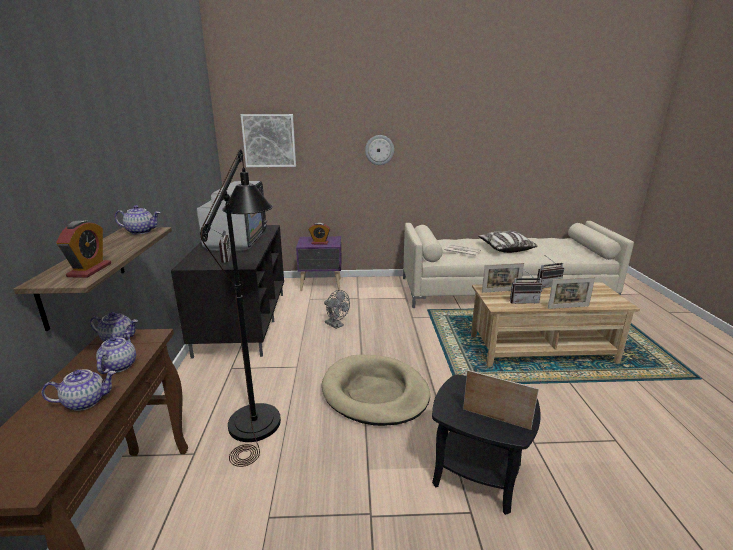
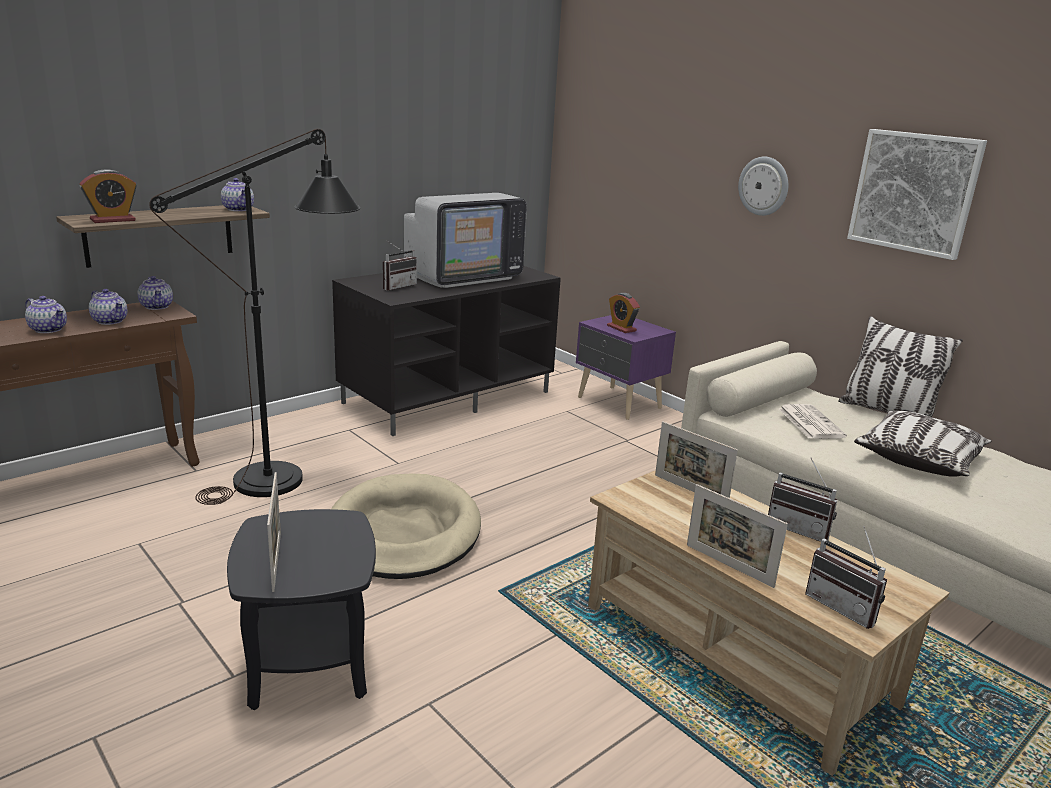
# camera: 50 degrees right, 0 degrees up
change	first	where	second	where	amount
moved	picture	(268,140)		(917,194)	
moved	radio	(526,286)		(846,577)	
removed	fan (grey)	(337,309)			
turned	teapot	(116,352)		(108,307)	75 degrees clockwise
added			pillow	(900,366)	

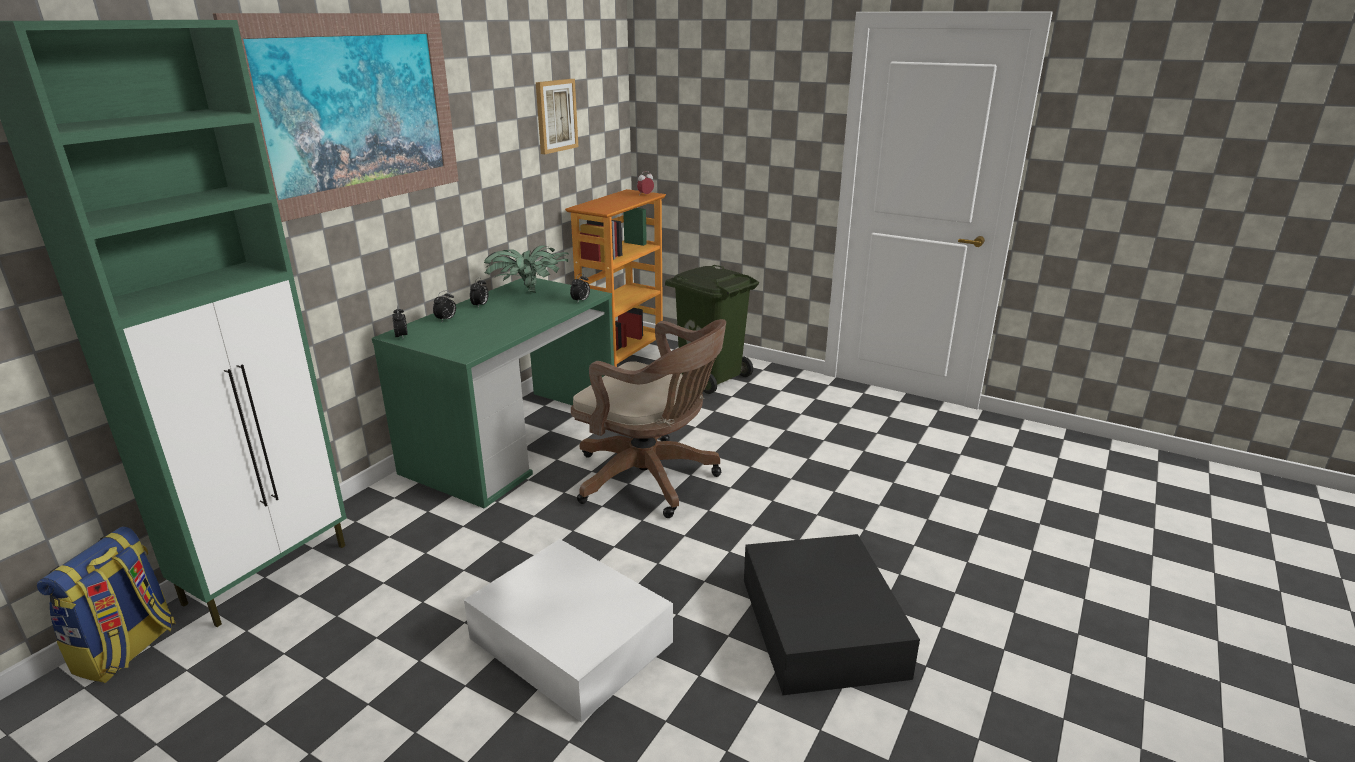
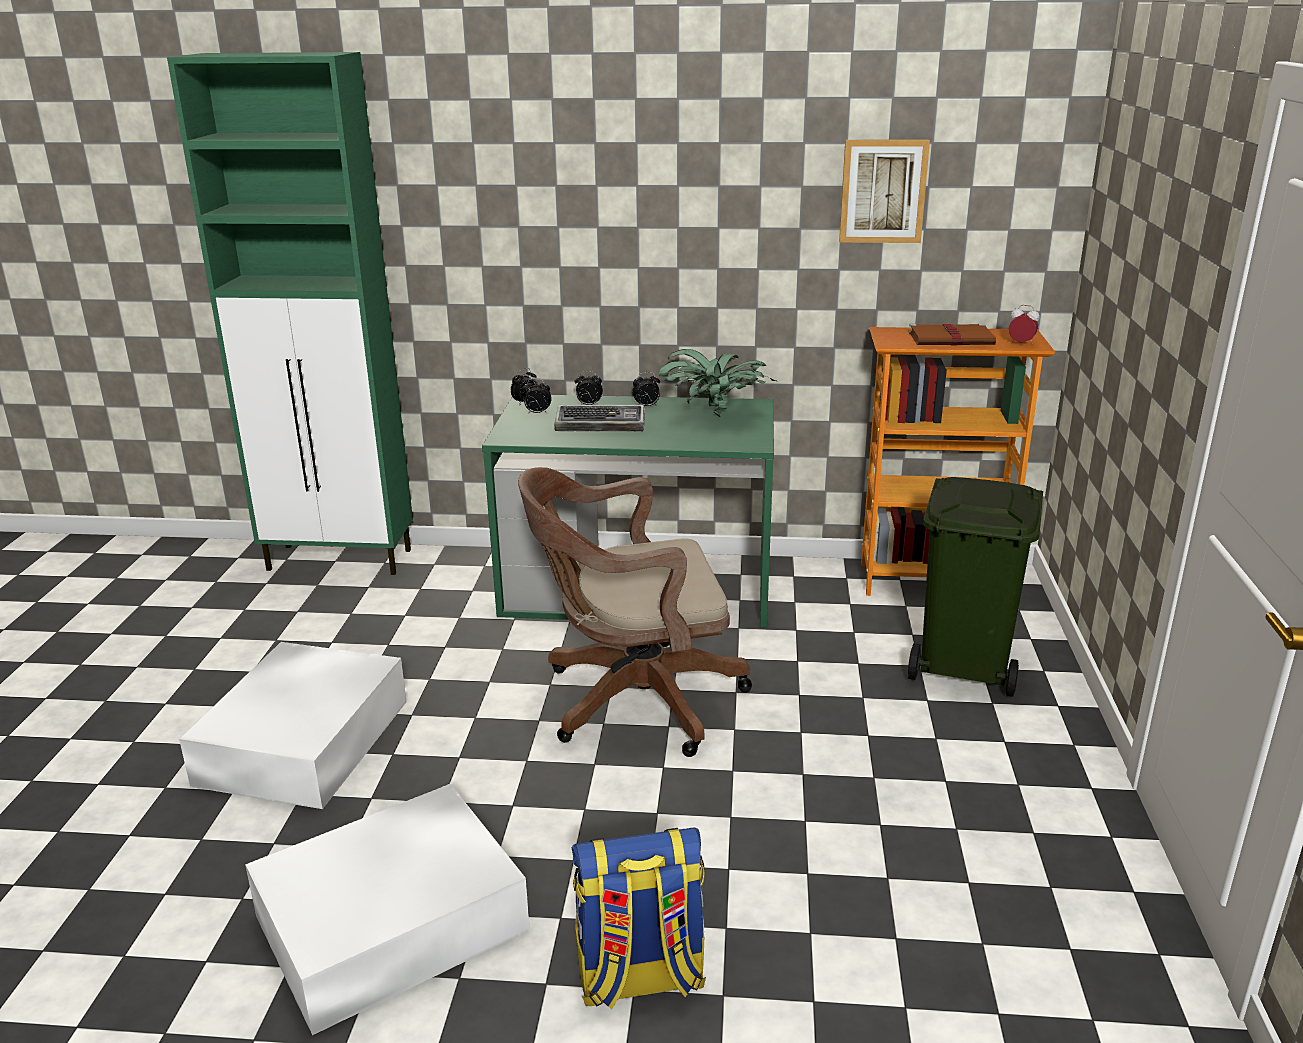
# camera: 65 degrees right, 0 degrees up
change	first	where	second	where	amount
removed	picture	(336,117)			
moved	alarm clock	(580,287)		(537,396)	
turned	office chair (brown)	(648,418)		(635,612)	75 degrees clockwise
moved	backpack	(106,604)		(639,918)	
recoloured	storage box (black)	(832,614)	storage box (white)	(387,909)	
added			book (brown)	(952,334)	
added			keyboard	(599,418)	

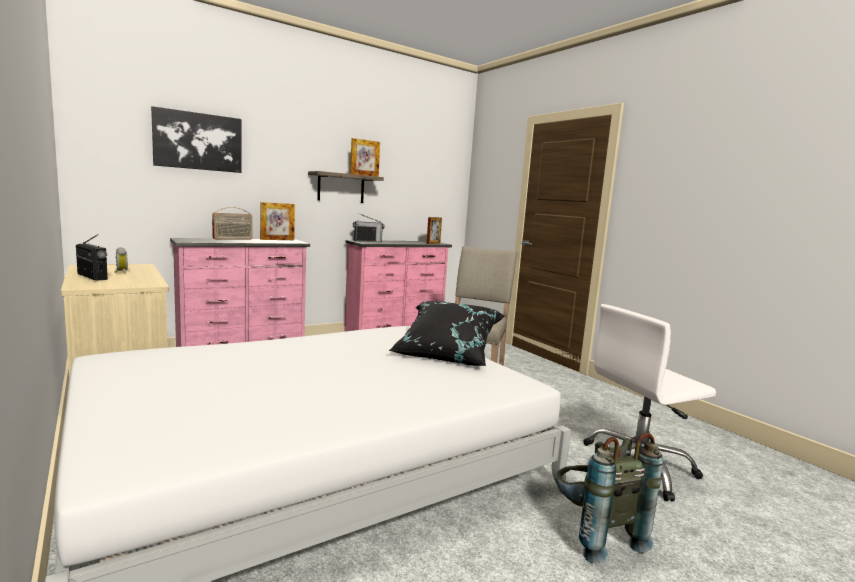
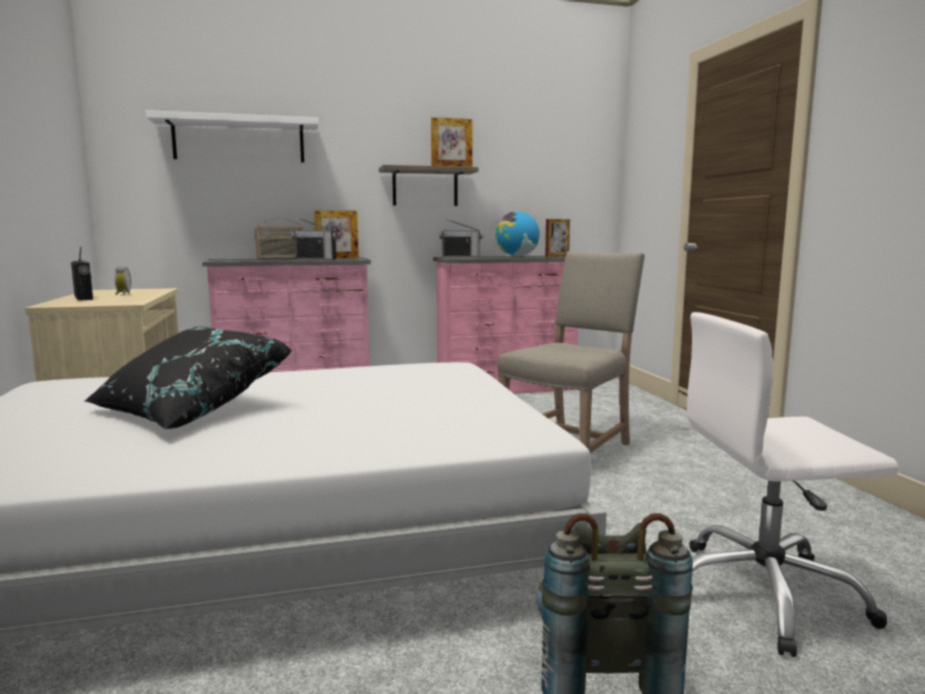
# camera: 20 degrees right, 0 degrees up
change	first	where	second	where	amount
replaced	picture	(196,139)	shelf (white)	(232,136)	
moved	pillow (black)	(447,333)		(188,378)	
added			globe	(517,234)	
added			radio	(315,239)	

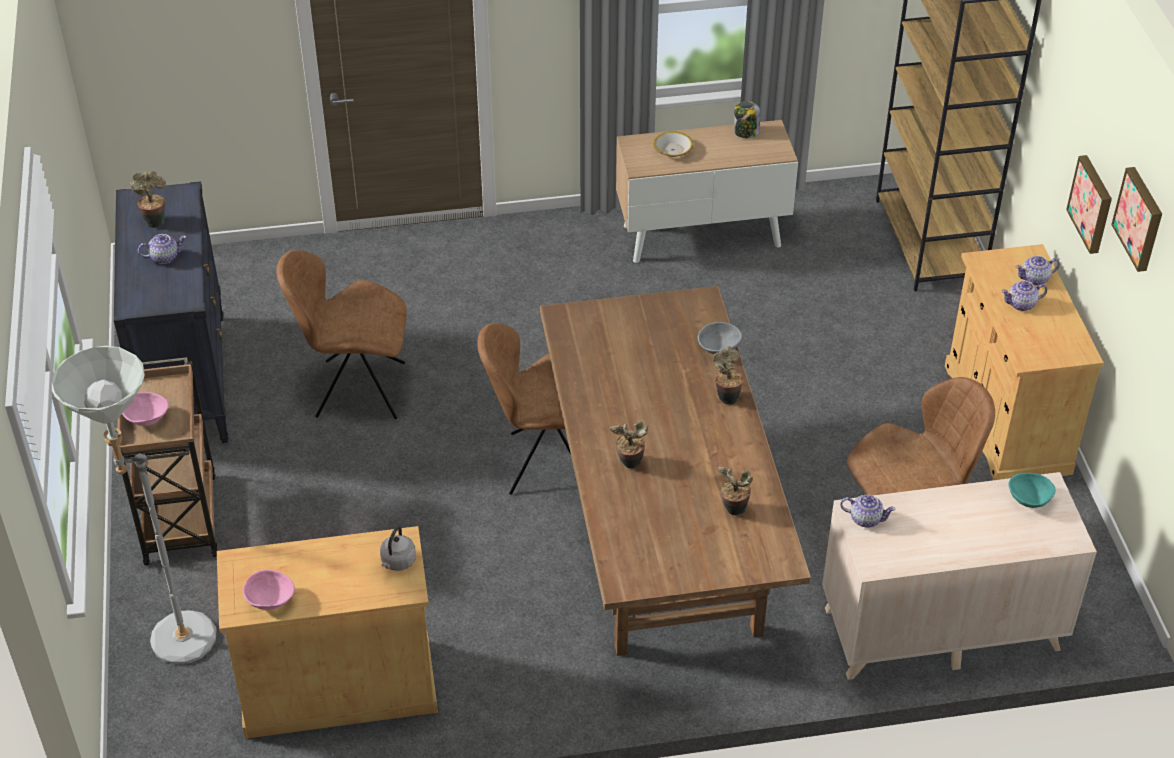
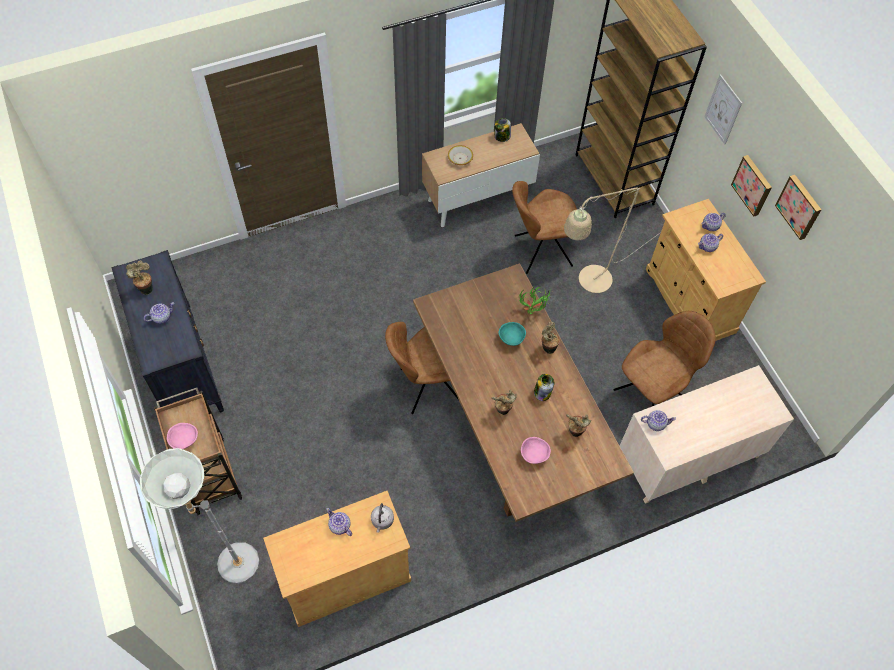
# camera: 15 degrees left, 15 degrees up
change	first	where	second	where	amount
moved	chair (brown)	(341,334)		(544,227)	
replaced	bowl (grey)	(720,338)	potted plant	(535,299)	
moved	bowl (turquoise)	(1031,490)		(512,334)	
moved	bowl (pink)	(269,590)		(536,450)	
added			picture	(723,109)	
added			floor lamp (beige)	(612,240)	
added			jar	(544,387)	
added			teapot	(339,522)	

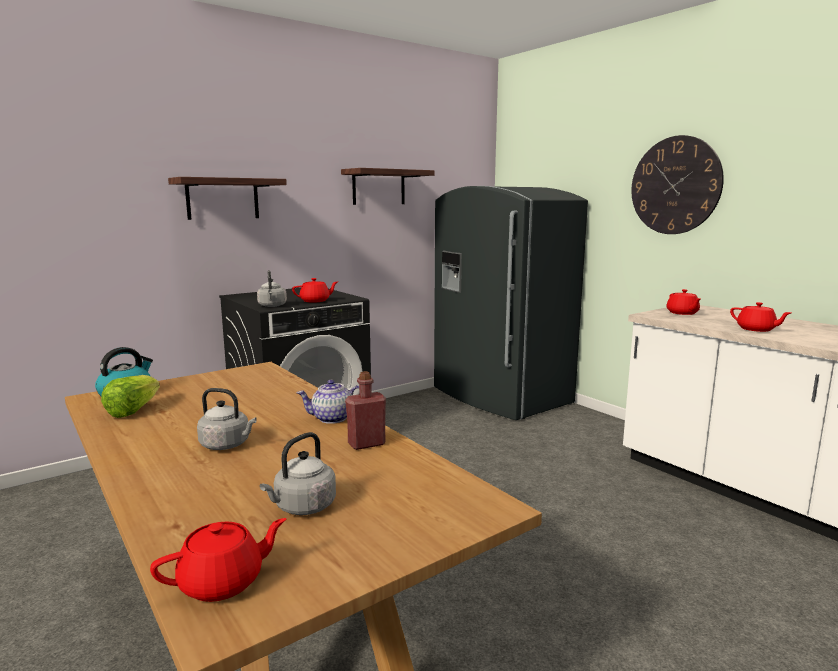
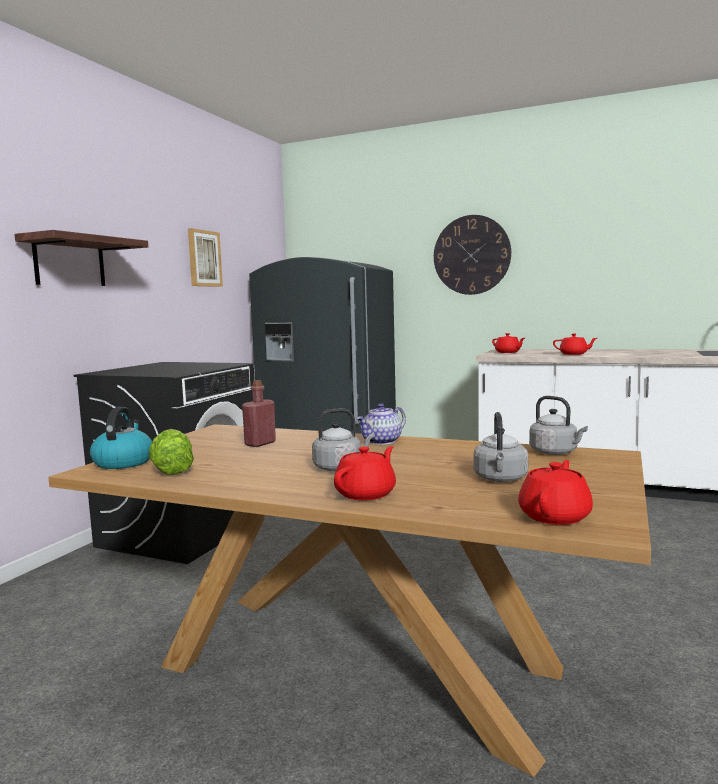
# camera: 30 degrees left, 5 degrees down
change	first	where	second	where	amount
replaced	shelf	(388,186)	picture	(205,257)	
moved	kettle (grey)	(272,288)		(558,425)	
moved	teapot (red)	(315,290)		(365,473)	
moved	bottle (red)	(365,410)		(259,413)	

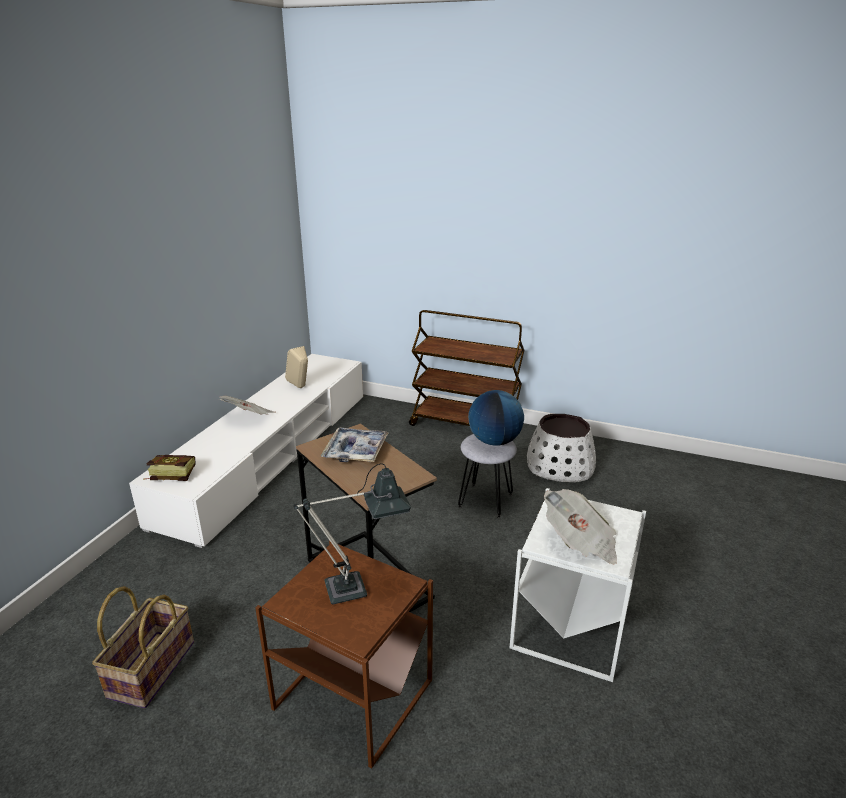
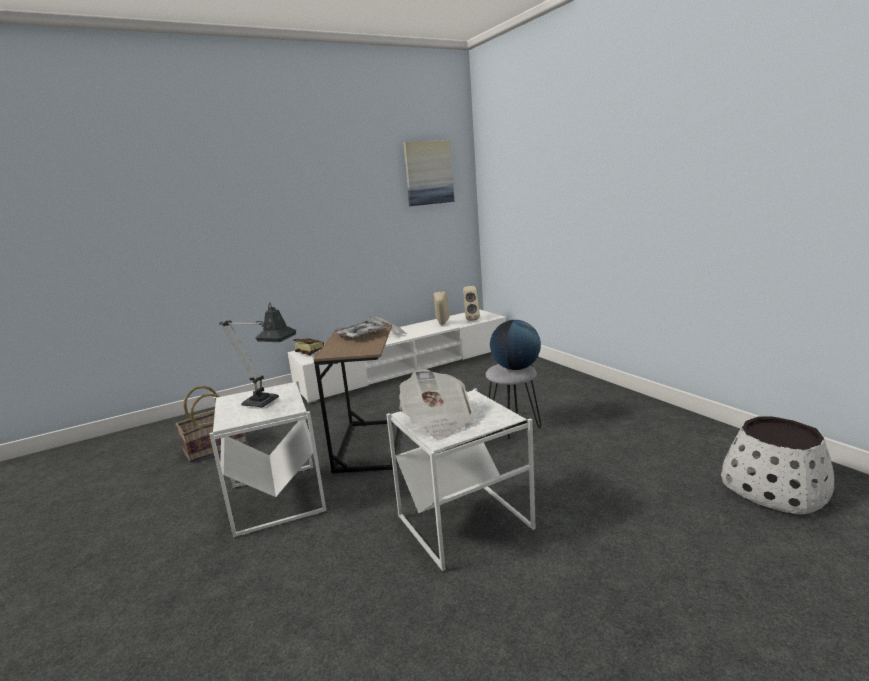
# camera: 40 degrees right, 10 degrees down
change	first	where	second	where	amount
removed	cart (brown)	(466,368)			
moved	planter (white)	(561,448)		(777,465)	
recoloured	side table (brown)	(344,654)	side table (white)	(267,459)	
added			picture	(429,173)	
added			speaker (beige)	(471,303)	

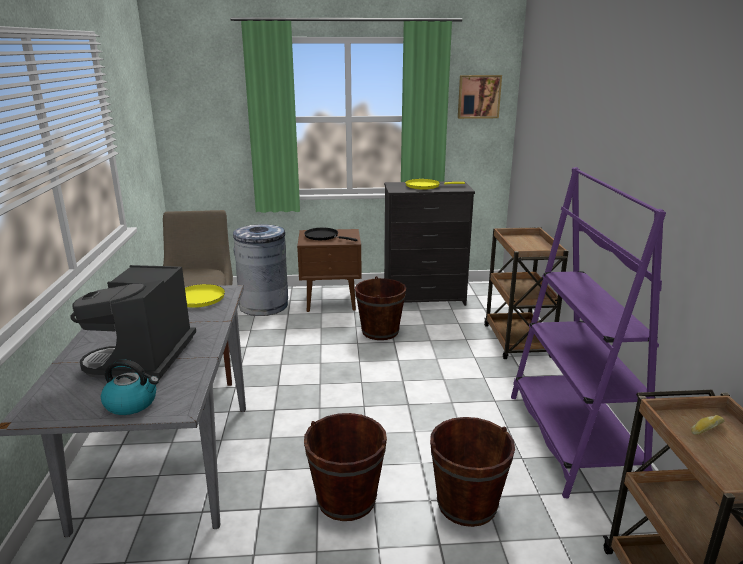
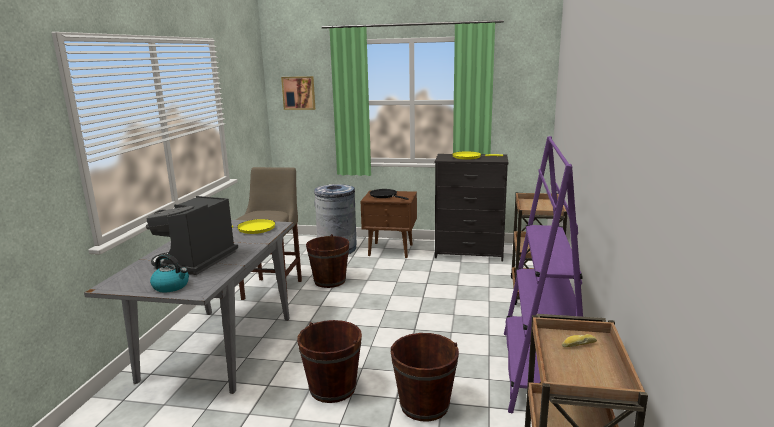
# camera: 15 degrees right, 5 degrees down
change	first	where	second	where	amount
moved	picture	(480,97)		(298,93)	
moved	bucket (brown)	(380,308)		(327,261)	

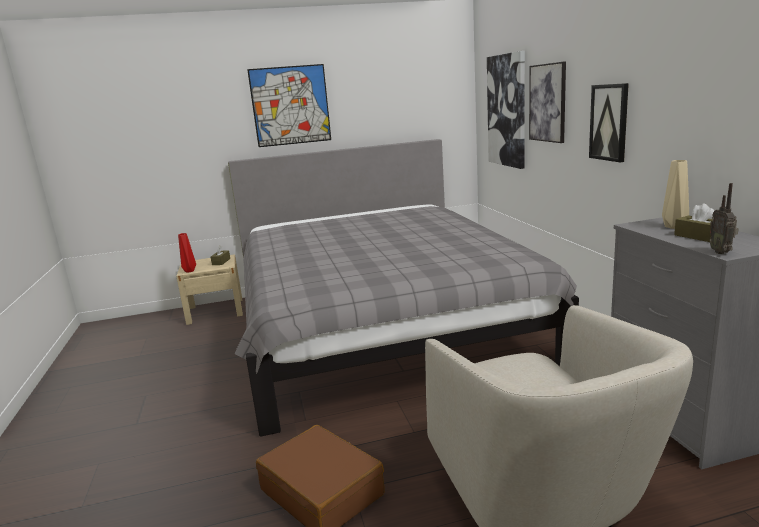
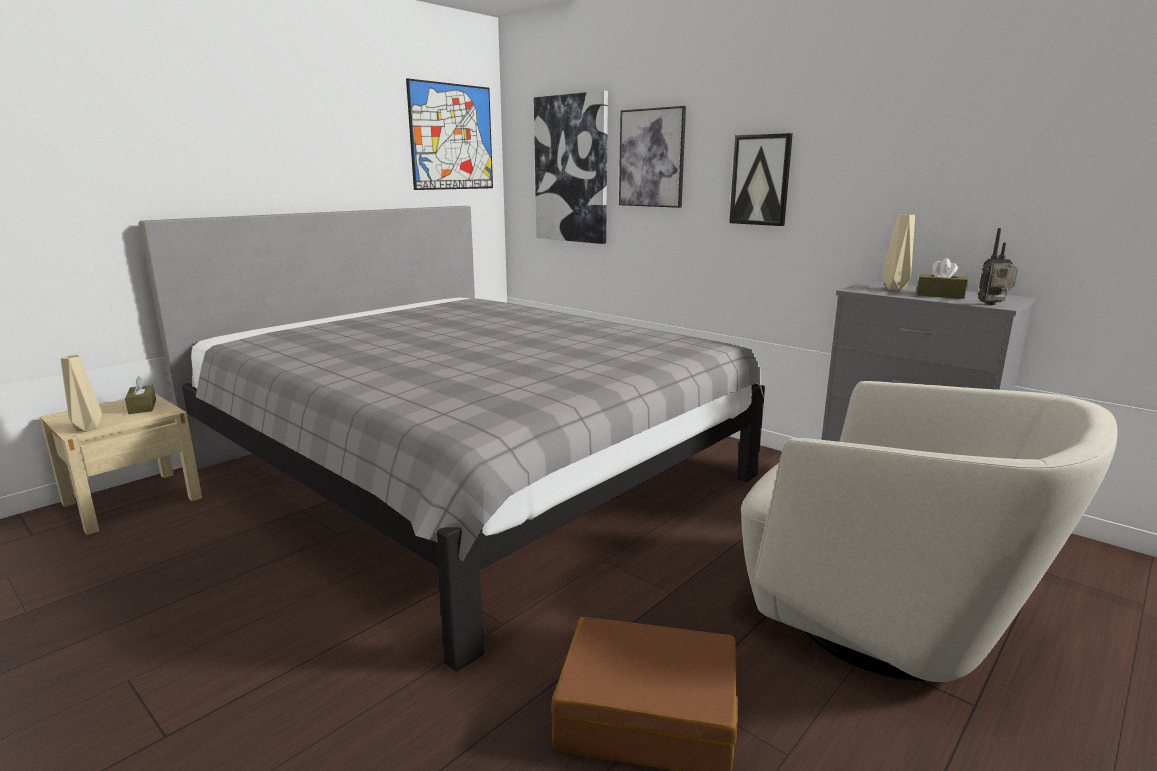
# camera: 35 degrees left, 0 degrees up
change	first	where	second	where	amount
moved	picture	(289,105)		(449,134)	
turned	radio	(724,218)		(998,266)	120 degrees clockwise
recoloured	vase (red)	(187,253)	vase (beige)	(81,393)	

